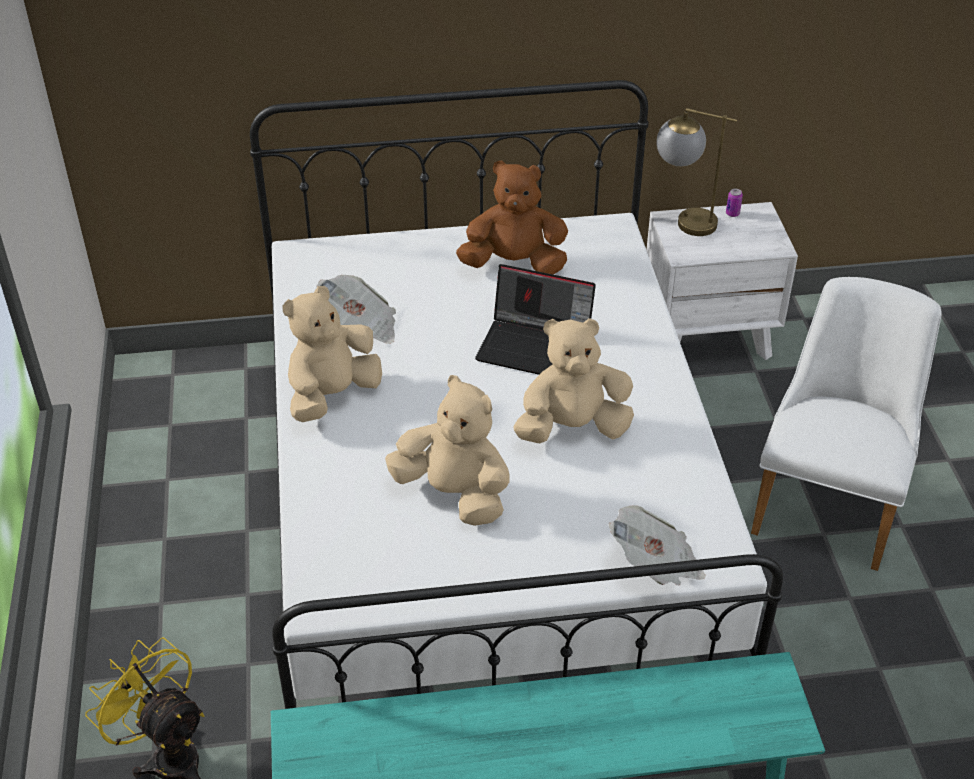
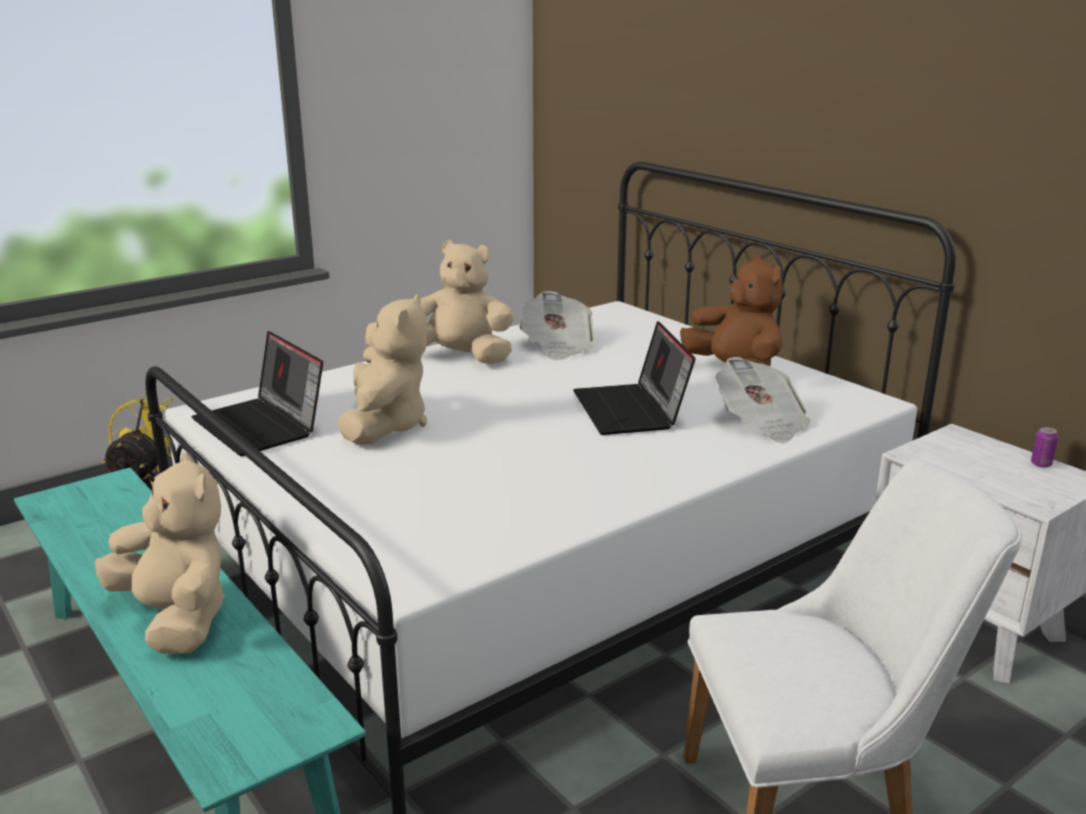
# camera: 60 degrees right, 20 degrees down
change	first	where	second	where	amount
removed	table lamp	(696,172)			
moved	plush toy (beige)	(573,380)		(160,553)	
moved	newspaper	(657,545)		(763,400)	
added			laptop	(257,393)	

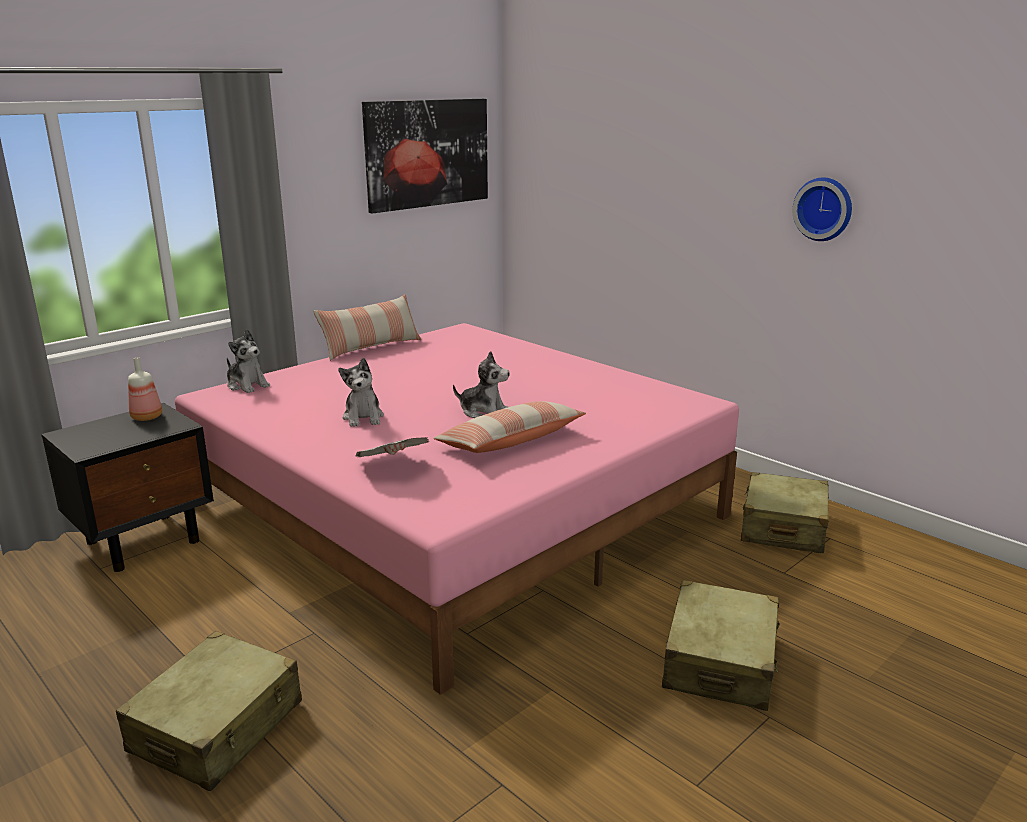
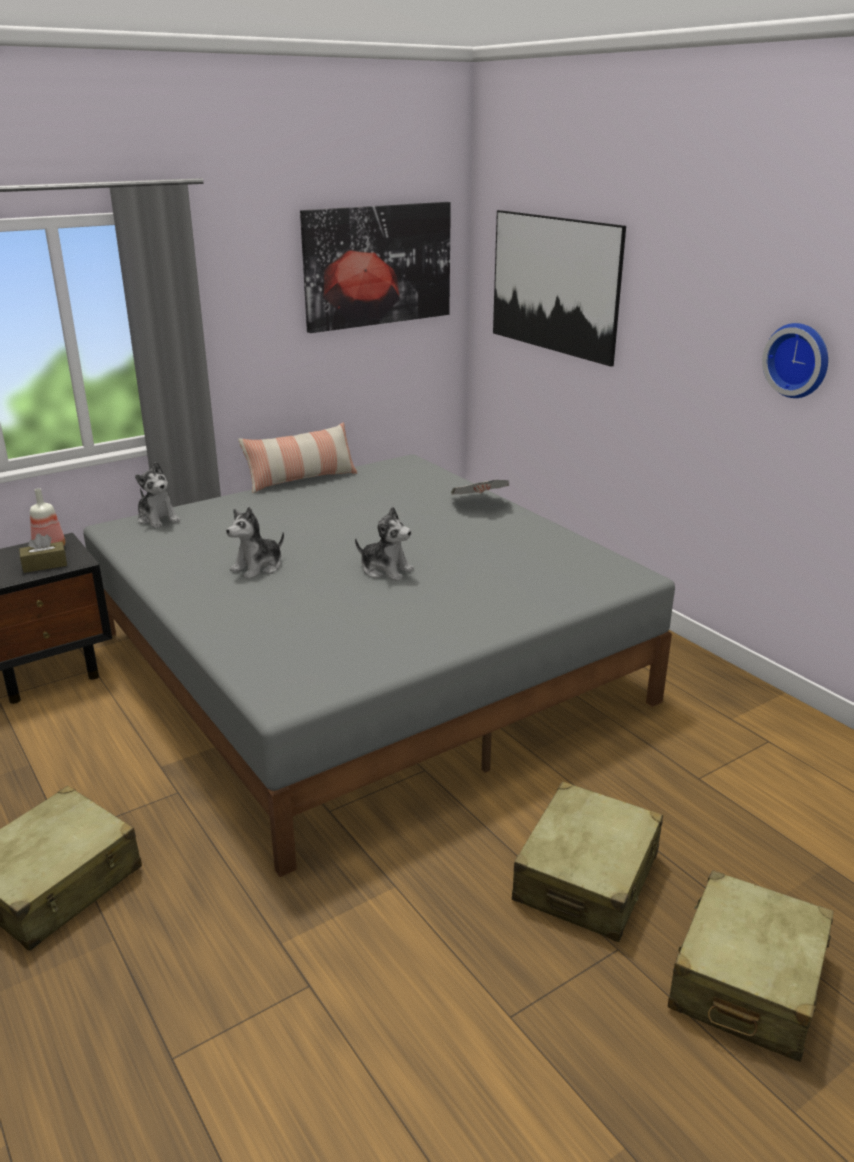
# camera: 10 degrees right, 5 degrees up
change	first	where	second	where	amount
recoloured	bed (pink)	(457,509)	bed (grey)	(379,665)	
turned	plush toy	(361,392)		(255,543)	45 degrees clockwise
removed	pillow	(510,427)			
moved	newspaper	(392,447)		(480,487)	
moved	suitcase (beige)	(785,512)		(751,966)	
added			picture	(559,288)	
added			tissue box (brown)	(43,553)	

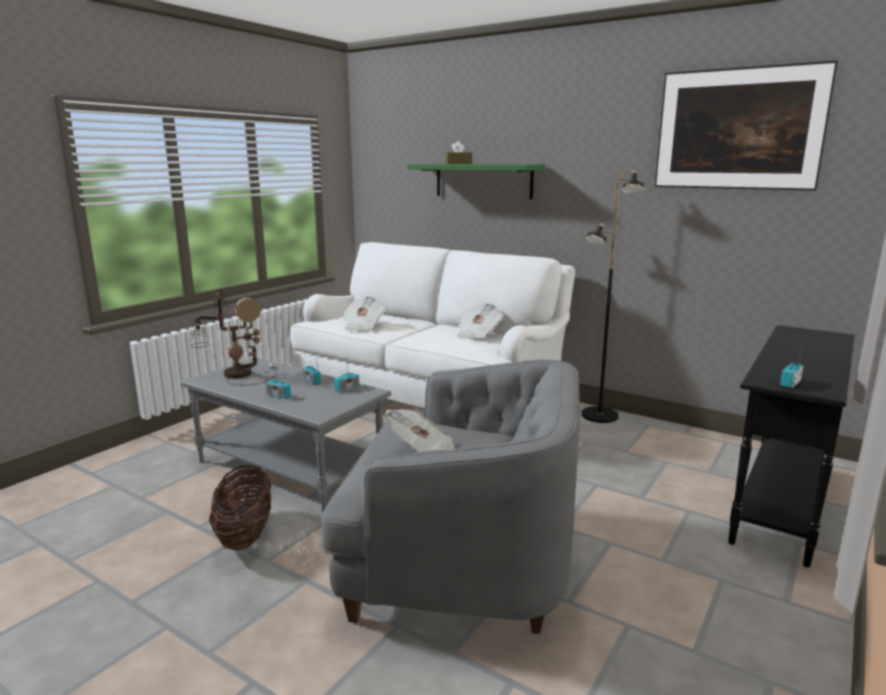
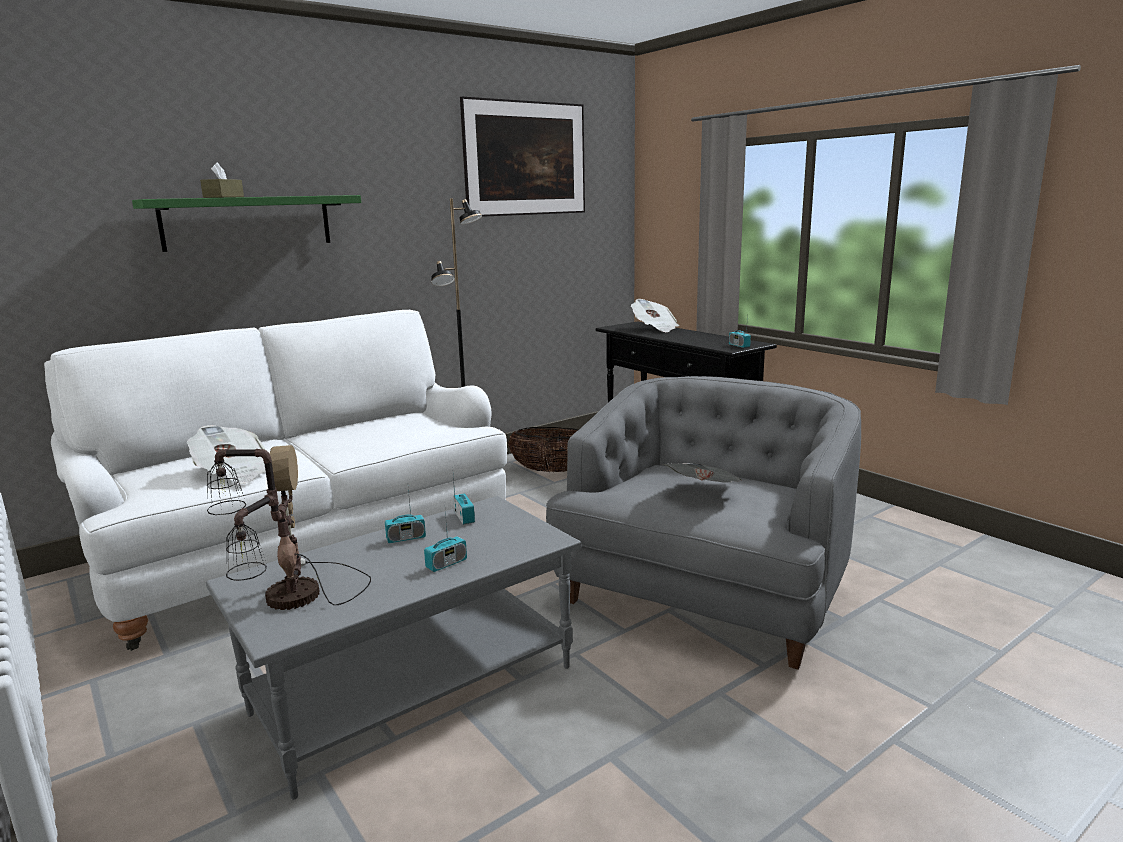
# camera: 70 degrees left, 0 degrees up
change	first	where	second	where	amount
moved	newspaper	(480,321)		(655,315)	
moved	basket	(240,507)		(543,449)	

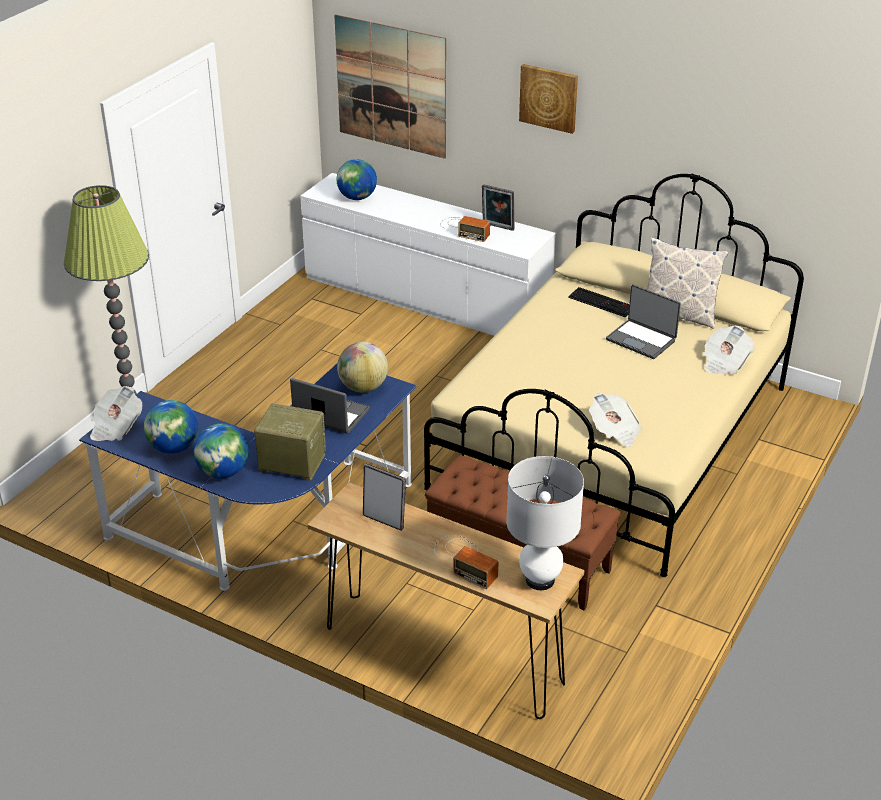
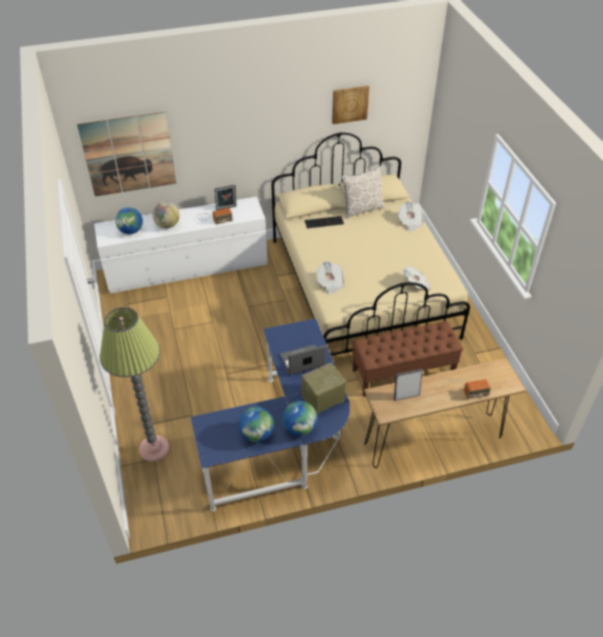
# camera: 45 degrees left, 10 degrees up
change	first	where	second	where	amount
moved	picture	(548,99)		(350,105)	
removed	laptop	(643,321)			
moved	globe	(362,367)		(166,214)	
moved	newspaper	(116,413)		(330,278)	
removed	table lamp (white)	(545,523)			

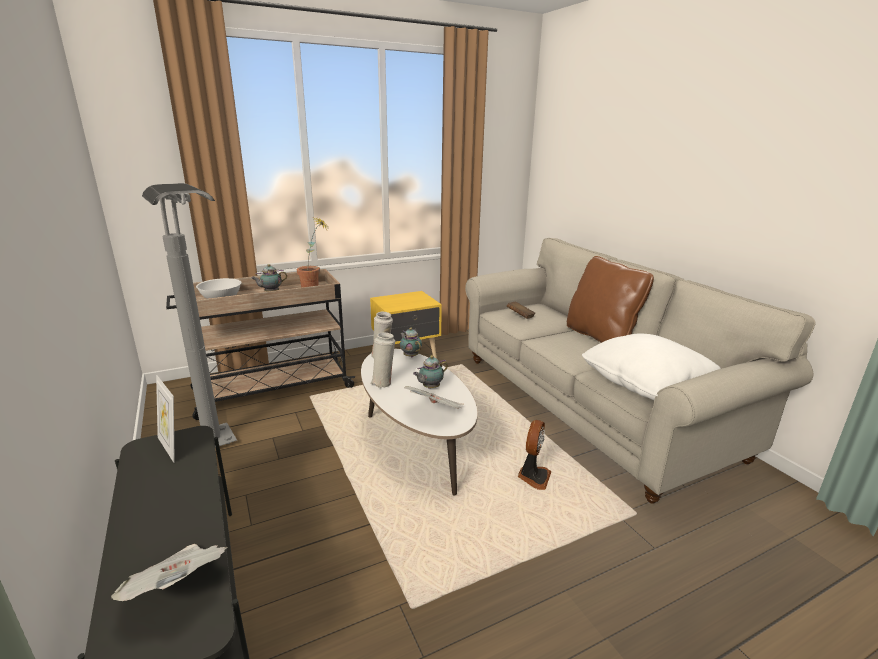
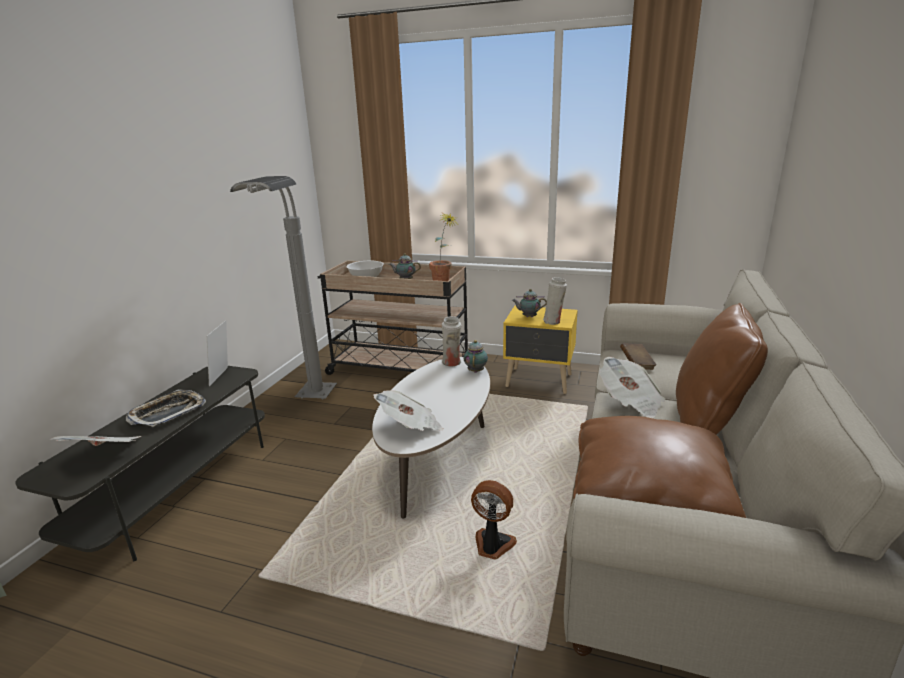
# camera: 45 degrees right, 0 degrees up
change	first	where	second	where	amount
moved	vase (white)	(383,360)		(555,301)	
recoloured	pillow (white)	(651,366)	pillow (brown)	(659,467)	
moved	teapot	(430,372)		(529,303)	
turned	fan	(535,455)		(494,520)	135 degrees counterclockwise
added			newspaper	(632,387)	
added			tray	(166,408)	

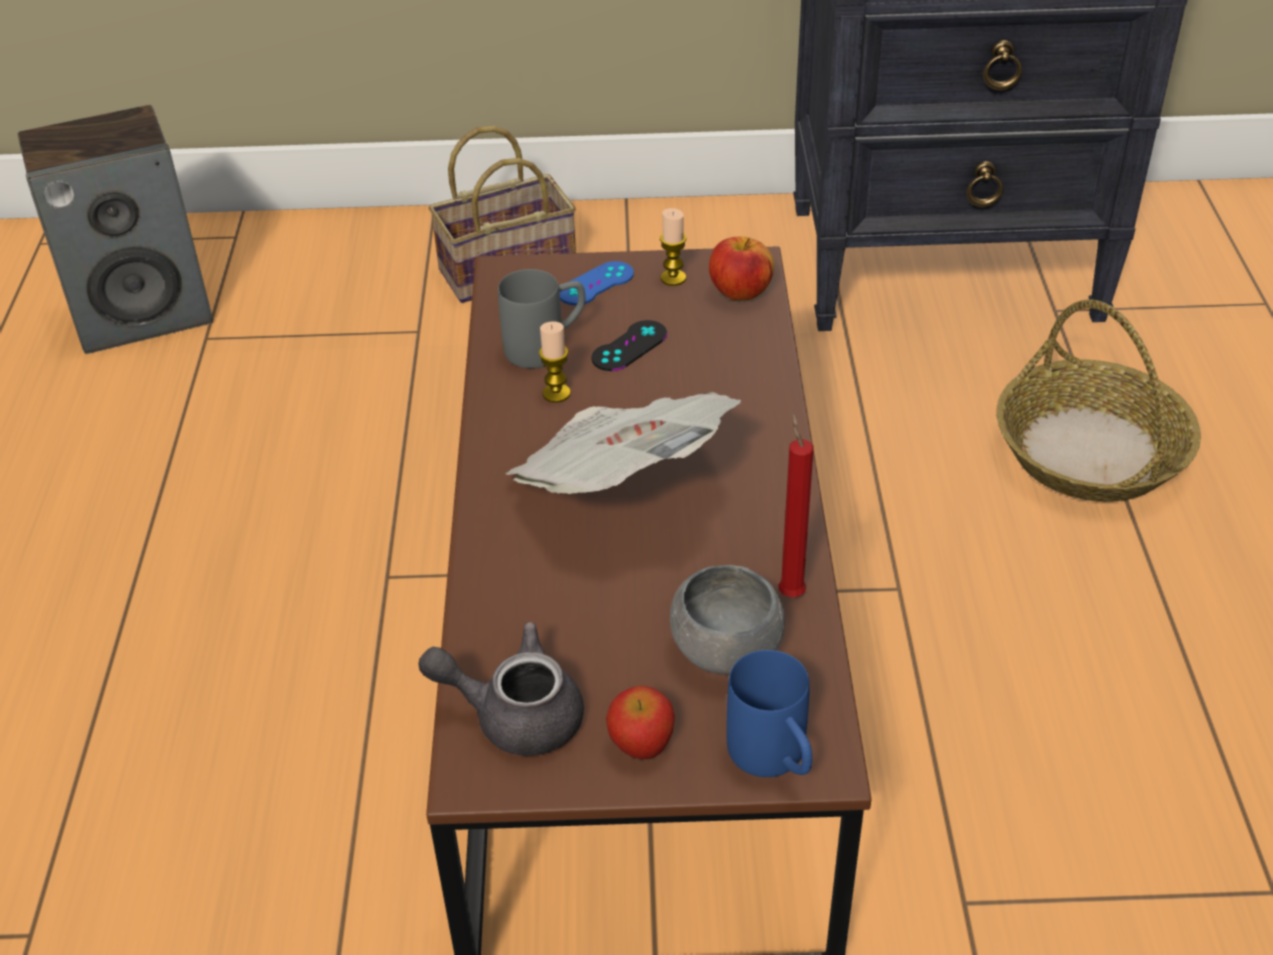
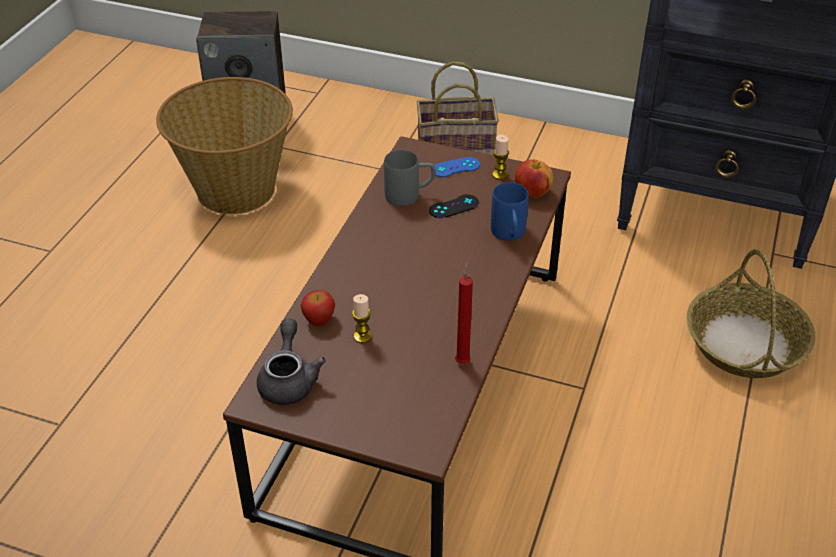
# camera: 20 degrees right, 0 degrees up
change	first	where	second	where	amount
moved	candle	(555,362)		(362,318)	
removed	newspaper	(623,443)			
removed	bowl (grey)	(727,620)			
turned	teapot (grey)	(501,689)		(291,361)	60 degrees clockwise
moved	mug (blue)	(769,713)		(510,211)	
moved	apple	(640,722)		(317,308)	
added			basket	(224,145)	

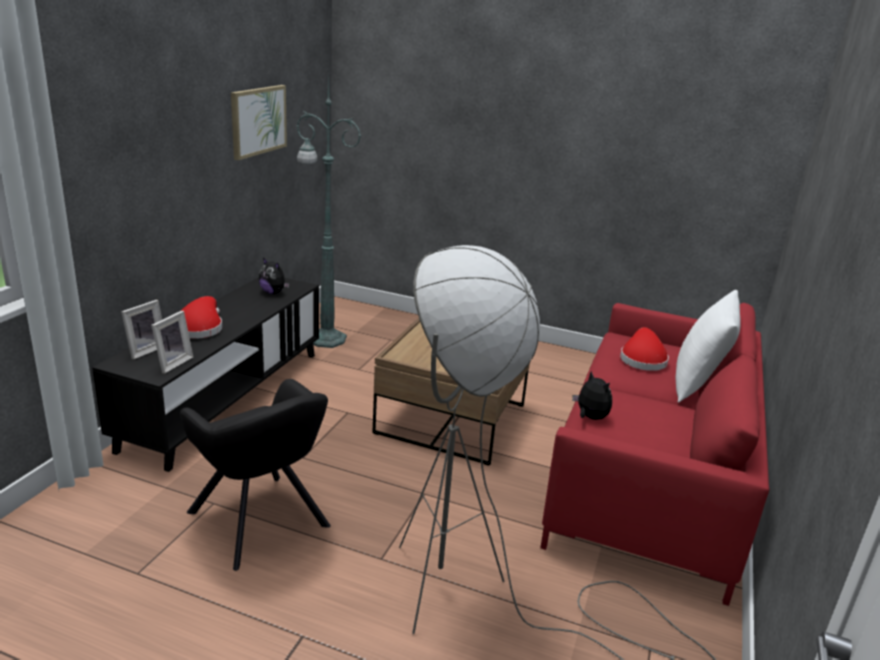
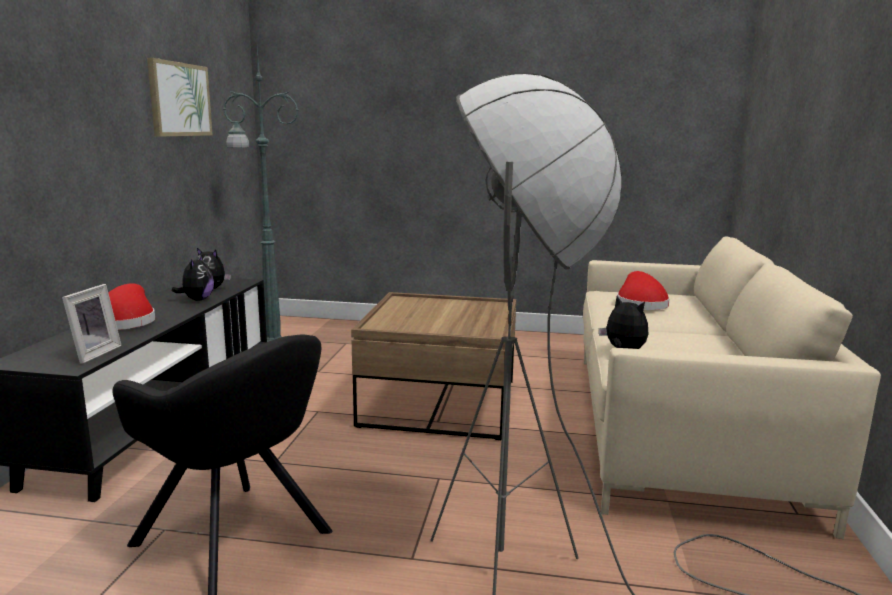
# camera: 10 degrees left, 10 degrees down
change	first	where	second	where	amount
removed	pillow (white)	(708,346)			
removed	picture frame	(141,330)			
recoloured	sofa (red)	(654,454)	sofa (beige)	(732,387)	
added			plush toy	(193,278)	

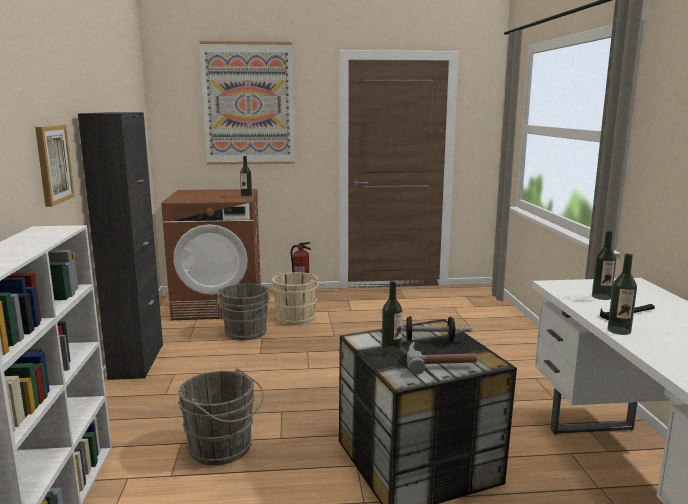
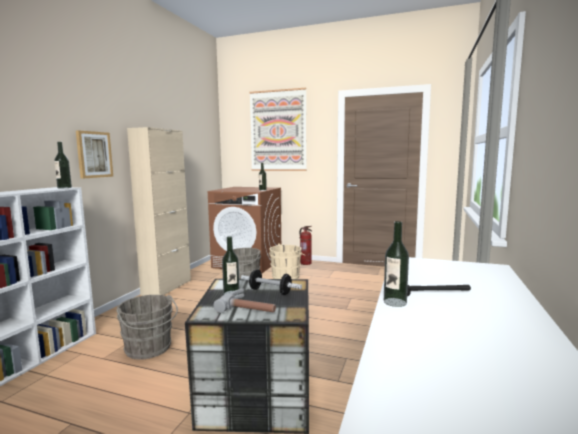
# camera: 25 degrees right, 5 degrees down
change	first	where	second	where	amount
recoloured	cabinet (black)	(120,246)	cabinet (beige)	(159,211)	
moved	bottle	(604,265)		(63,165)	

